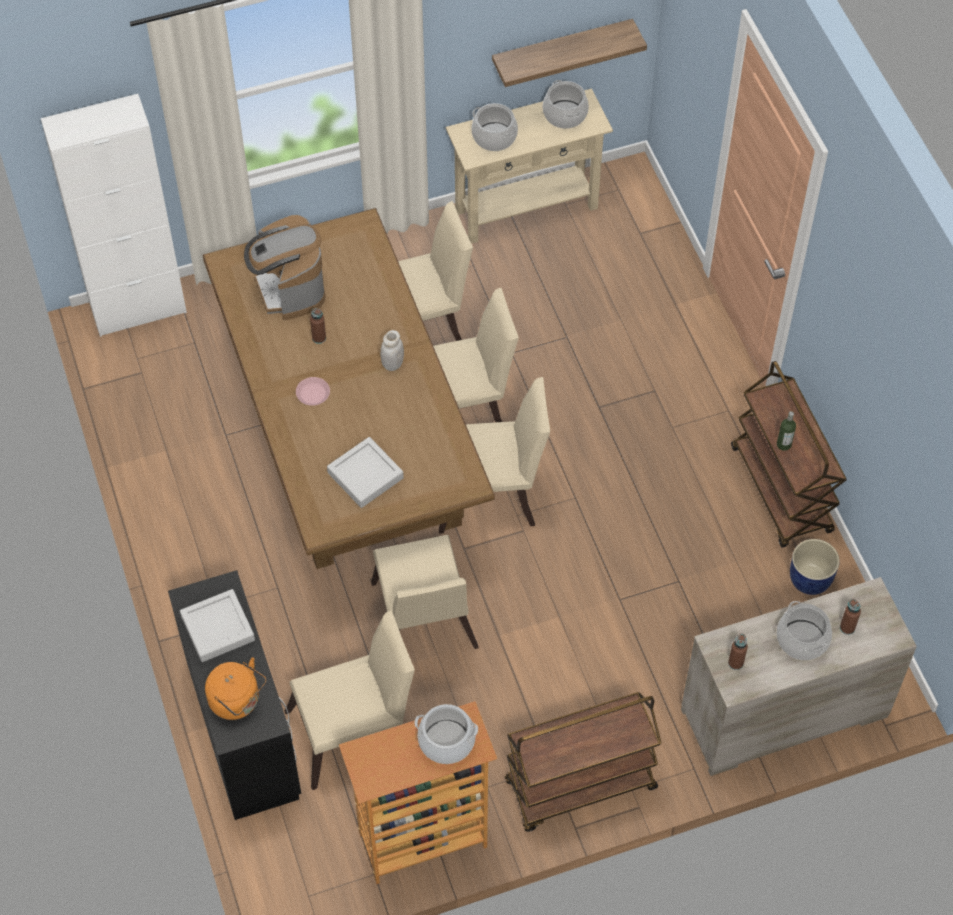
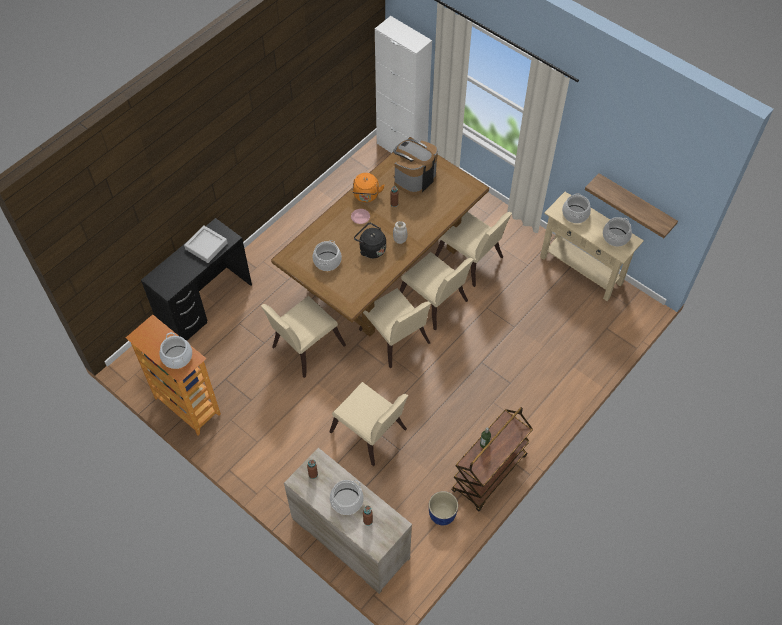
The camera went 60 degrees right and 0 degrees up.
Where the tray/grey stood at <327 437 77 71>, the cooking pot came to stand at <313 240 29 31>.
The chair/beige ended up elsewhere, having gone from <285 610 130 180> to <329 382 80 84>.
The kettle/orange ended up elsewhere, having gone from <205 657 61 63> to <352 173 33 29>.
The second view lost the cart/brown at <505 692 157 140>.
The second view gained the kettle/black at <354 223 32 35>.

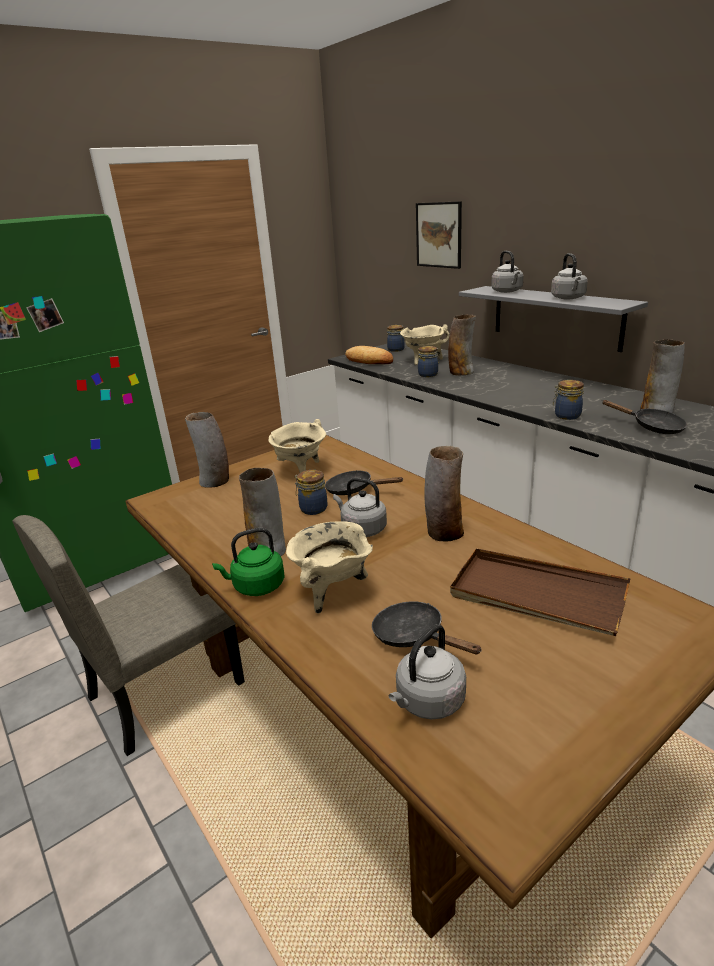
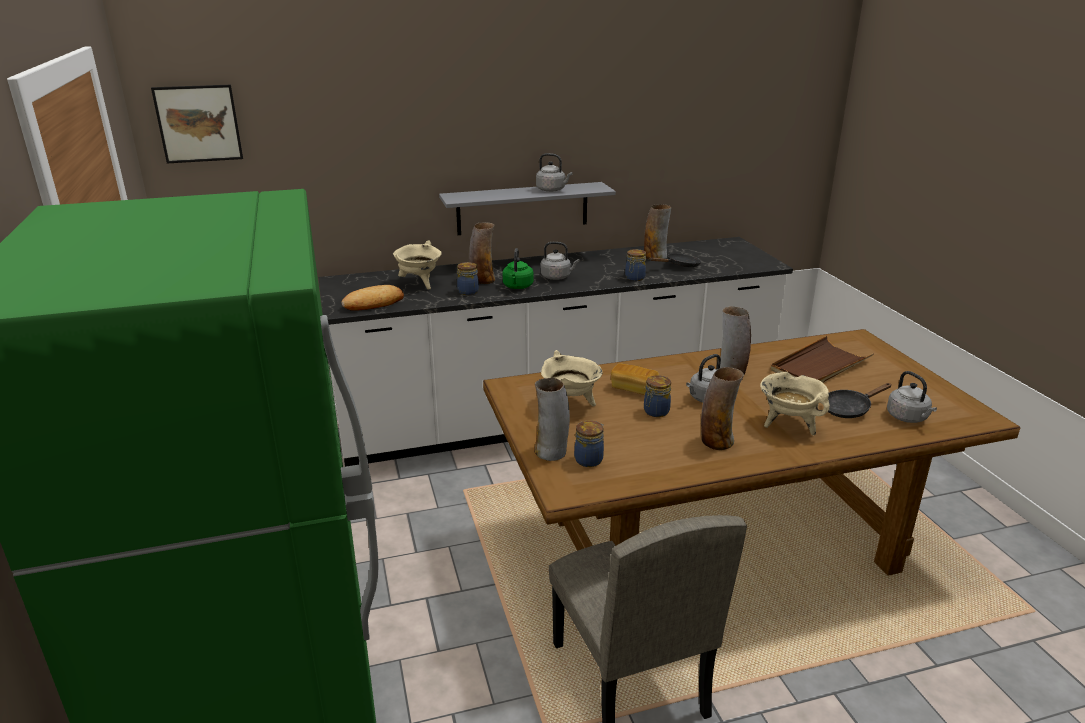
The camera went 70 degrees left and 0 degrees up.
The picture ended up elsewhere, having gone from <416 201 46 68> to <151 85 92 78>.
The kettle/grey ended up elsewhere, having gone from <491 251 32 42> to <541 242 38 38>.
The jar ended up elsewhere, having gone from <387 325 18 27> to <574 420 30 47>.
Where the frying pan/black stood at <325 470 79 25>, the bread came to stand at <611 363 48 32>.
The kettle/green ended up elsewhere, having gone from <212 528 73 68> to <503 248 31 41>.

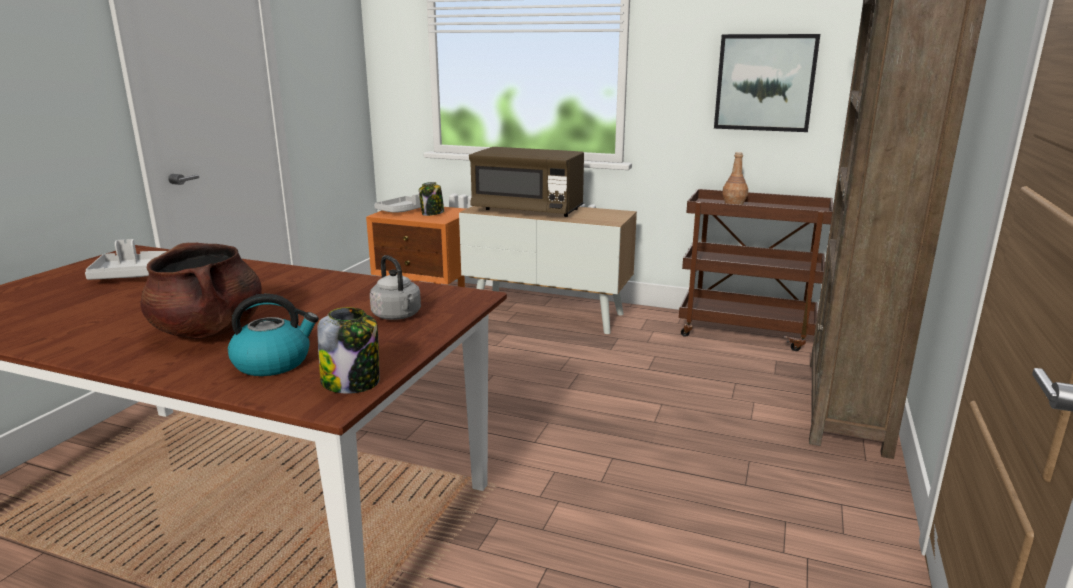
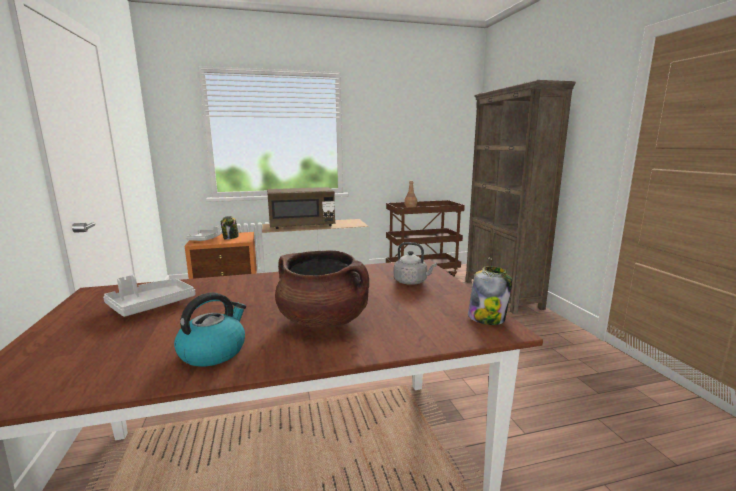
The camera went 35 degrees left and 5 degrees down.
The second view lost the picture at <714 34 106 98>.
The kettle ended up elsewhere, having gone from <228 294 91 82> to <174 292 72 75>.

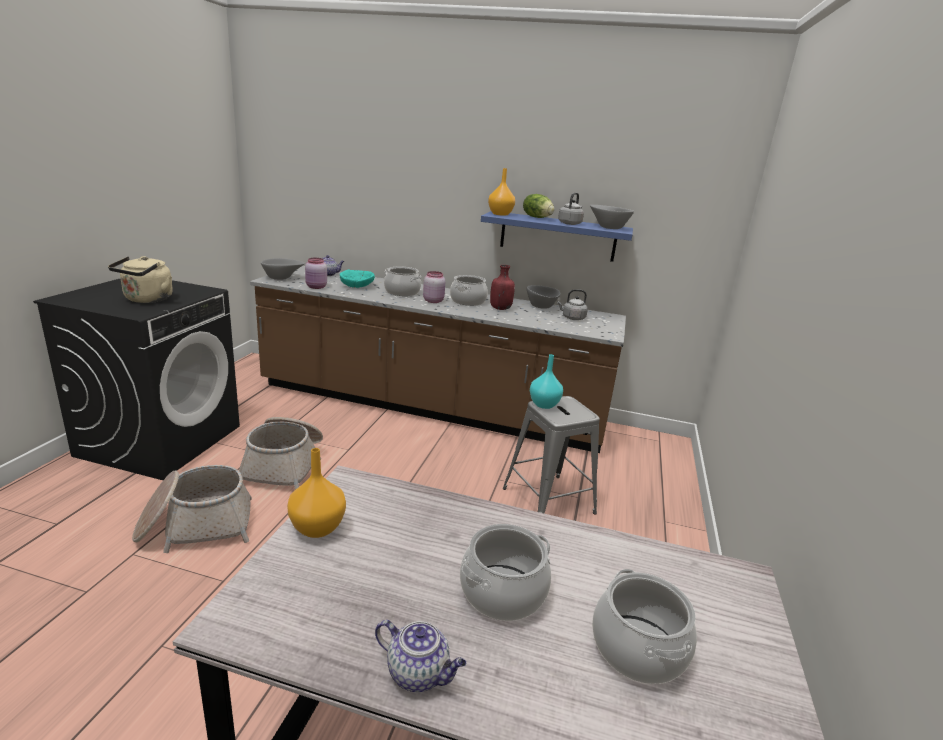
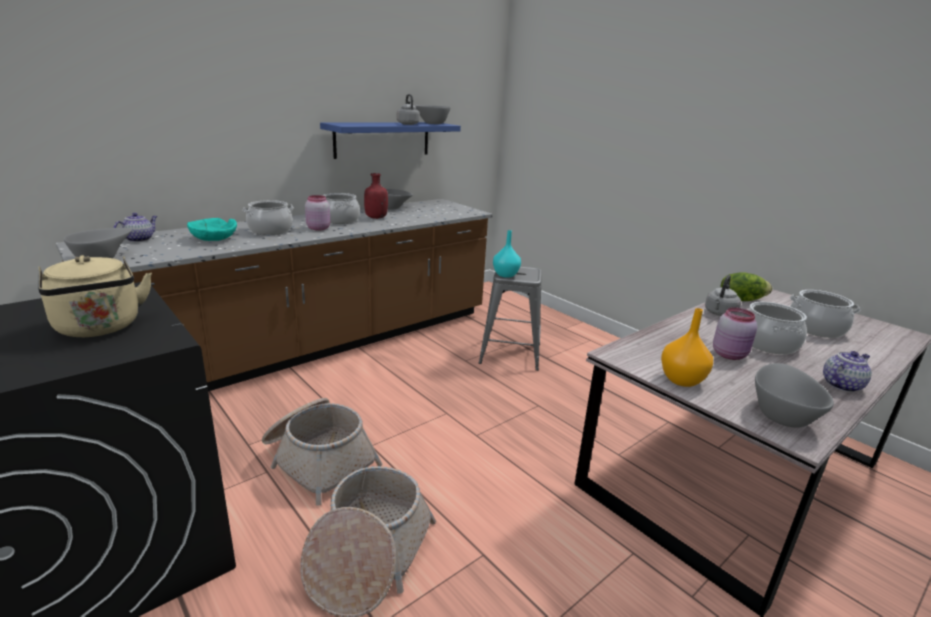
The camera went 55 degrees left and 0 degrees up.
The second view lost the vase/orange at <488 168 27 48>.
The lettuce ended up elsewhere, having gone from <523 194 32 24> to <720 272 52 29>.
The jar/pink ended up elsewhere, having gone from <305 258 22 31> to <713 307 44 53>.
The kettle/grey ended up elsewhere, having gone from <557 289 31 31> to <705 275 36 41>.
The second view gained the bowl/grey at <755 363 79 65>.

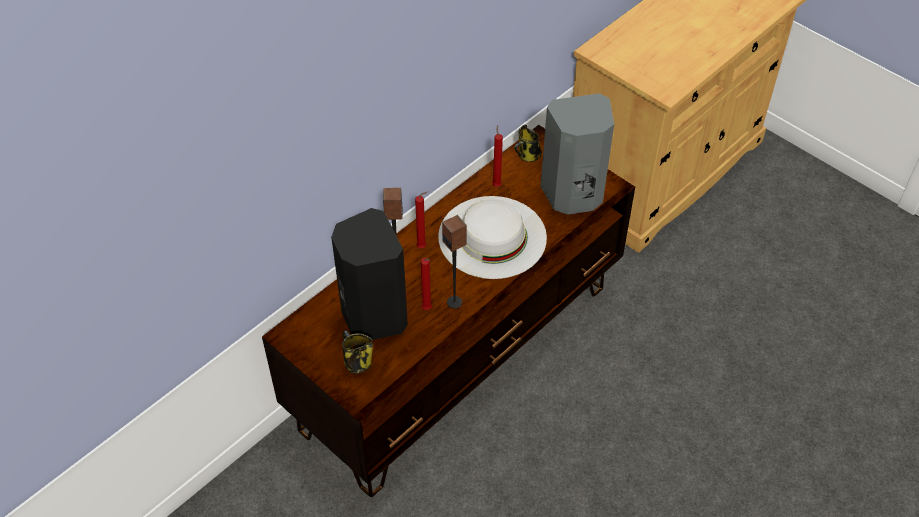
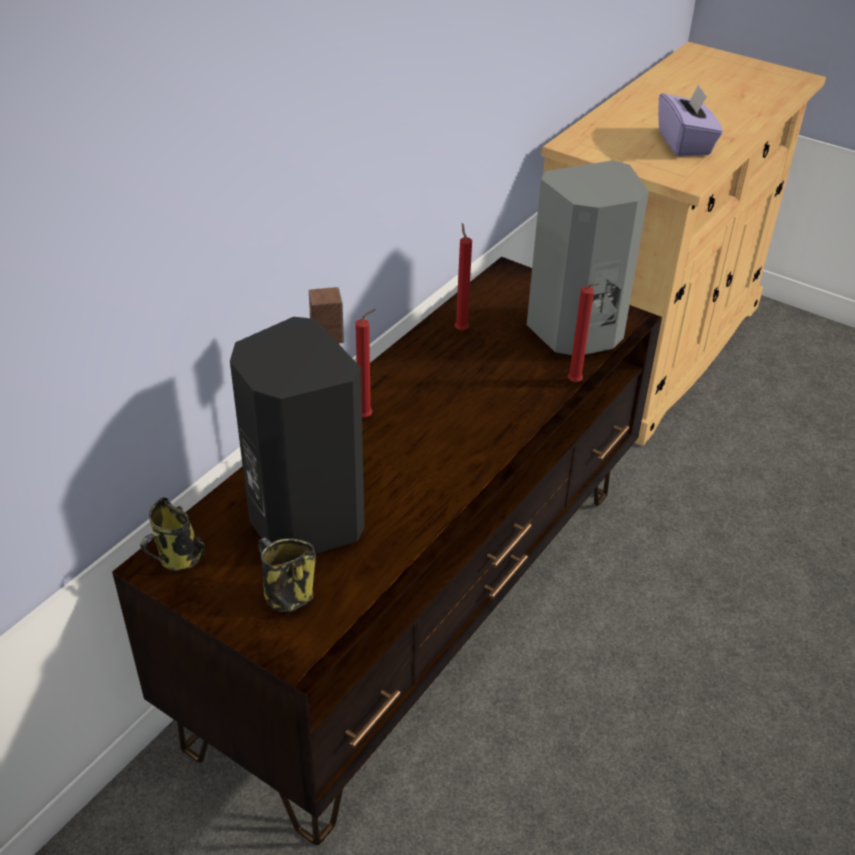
The camera went 10 degrees left and 10 degrees down.
The mug ended up elsewhere, having gone from <514 125 28 37> to <140 497 65 75>.
The second view lost the hat/white at <438 196 109 83>.
The second view lost the speaker at <442 215 25 93>.
The candle/red ended up elsewhere, having gone from <421 258 11 52> to <568 283 32 99>.
The second view gained the tissue box/purple at <658 84 65 73>.

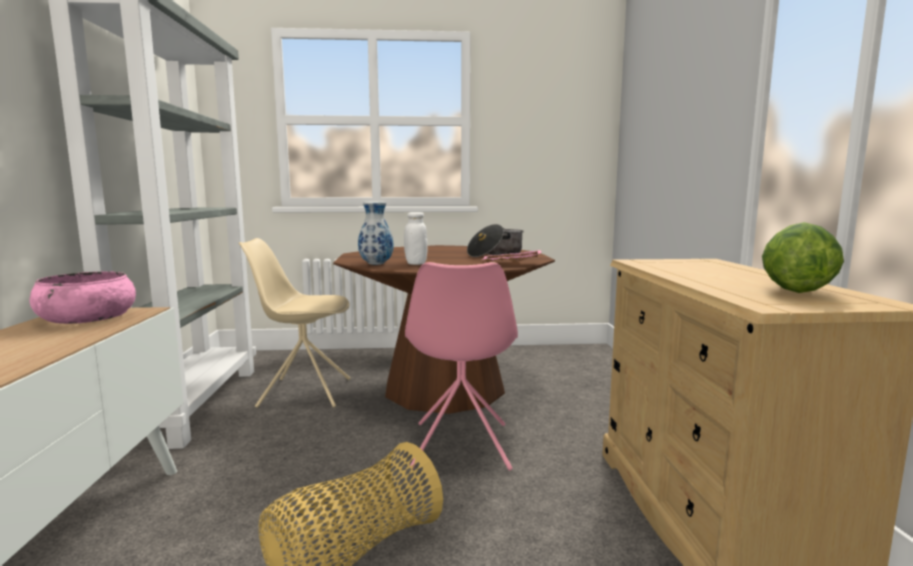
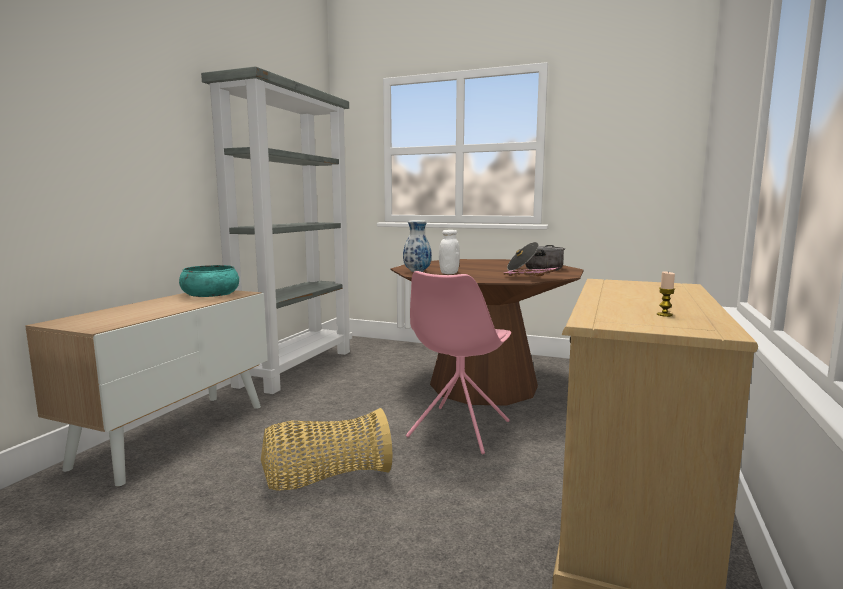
The camera went 25 degrees right and 0 degrees up.
Where the lettuce stood at <762 222 82 71>, the candle came to stand at <657 271 18 46>.
The second view lost the chair/beige at <238 238 112 170>.
What was the bowl/pink at <30 272 106 52> turned into the bowl/turquoise at <179 265 60 32>.

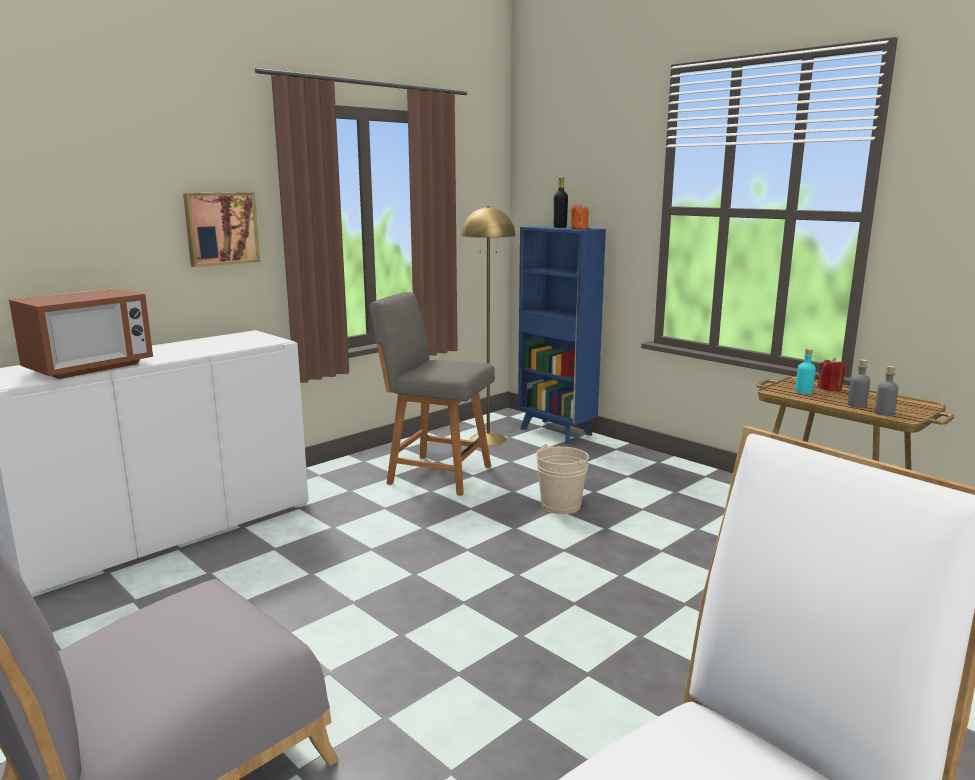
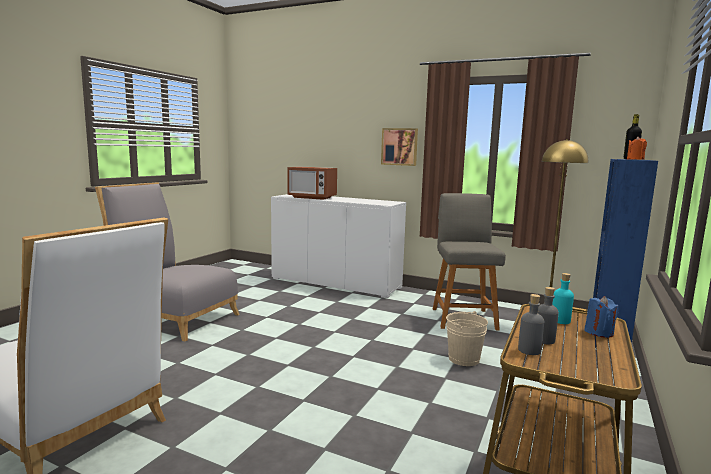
The camera went 70 degrees right and 5 degrees down.
What was the candle/red at <817 357 29 34> turned into the candle/blue at <584 296 34 42>.

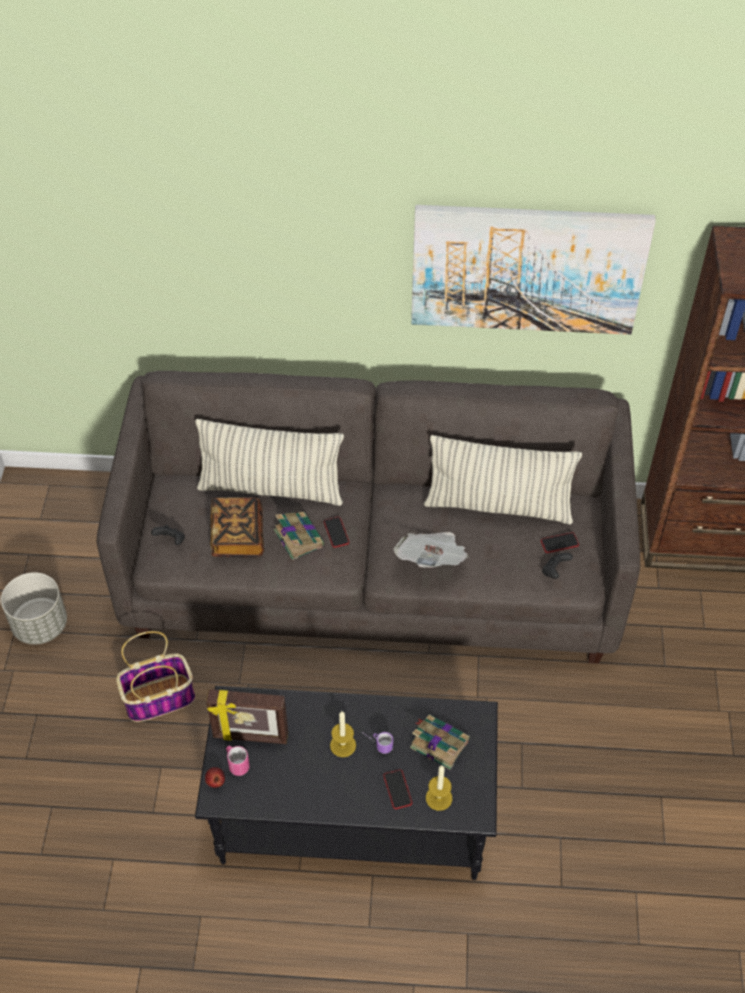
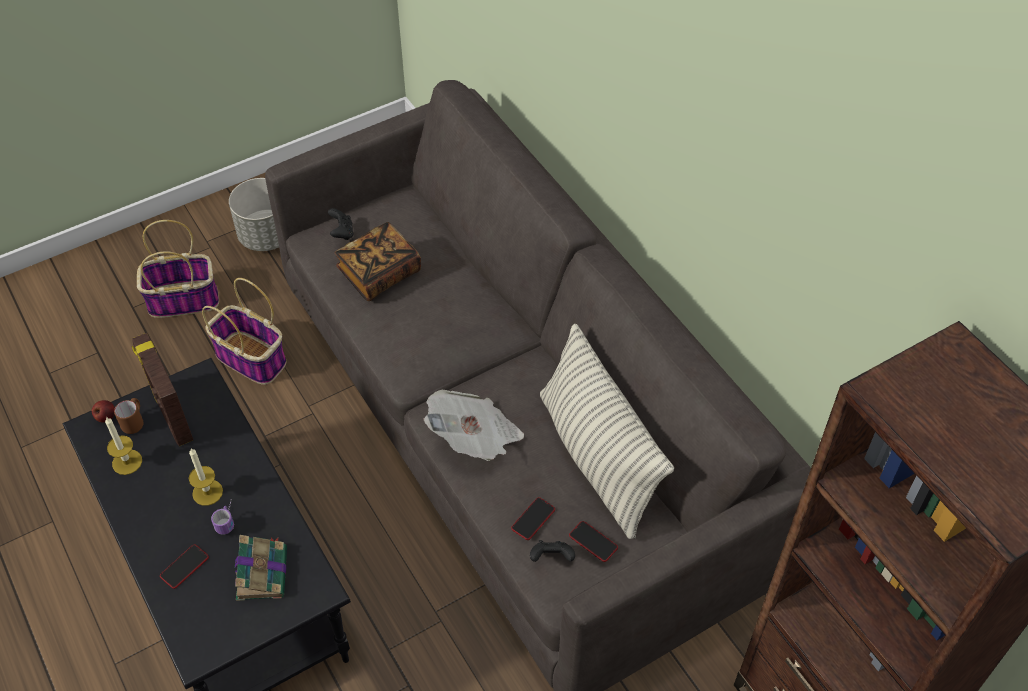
The camera went 55 degrees right and 0 degrees up.
The second view lost the picture at <411 205 245 130>.
The second view lost the pillow at <195 419 149 87>.
The second view lost the book at <274 512 50 48>.
The phone ended up elsewhere, having gone from <324 517 25 31> to <511 497 44 43>.
What was the mug/pink at <226 746 24 30> turned into the mug/brown at <114 398 29 36>.
The candle ended up elsewhere, having gone from <426 765 26 46> to <105 416 37 59>.
The second view gained the basket at <137 220 82 98>.

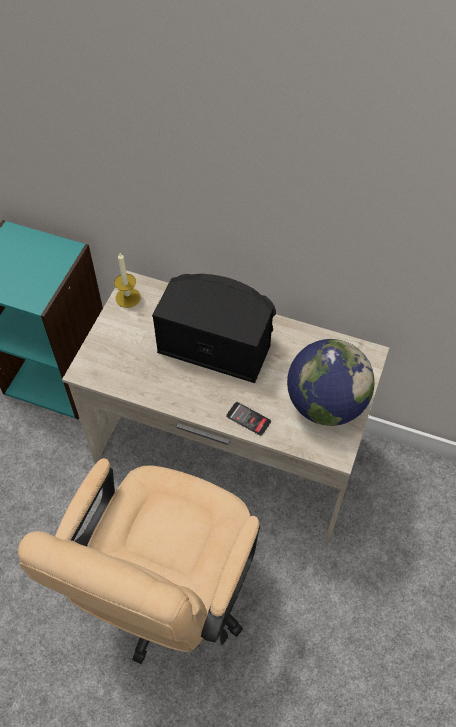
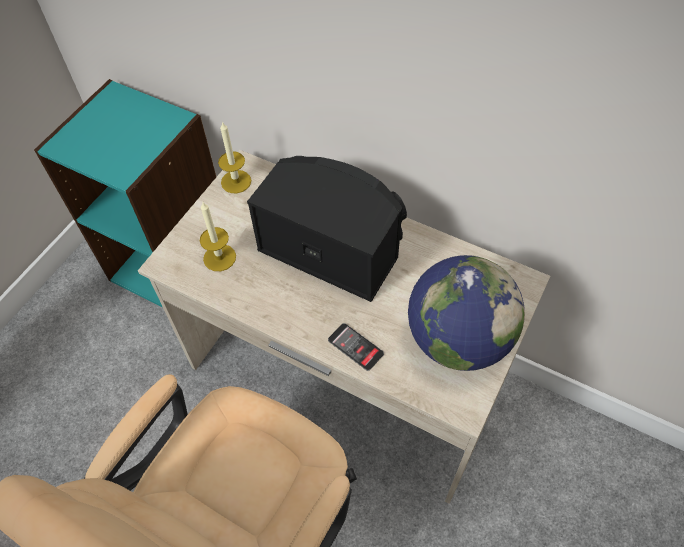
The camera went 10 degrees right and 0 degrees up.
The second view gained the candle at <200 202 36 69>.

